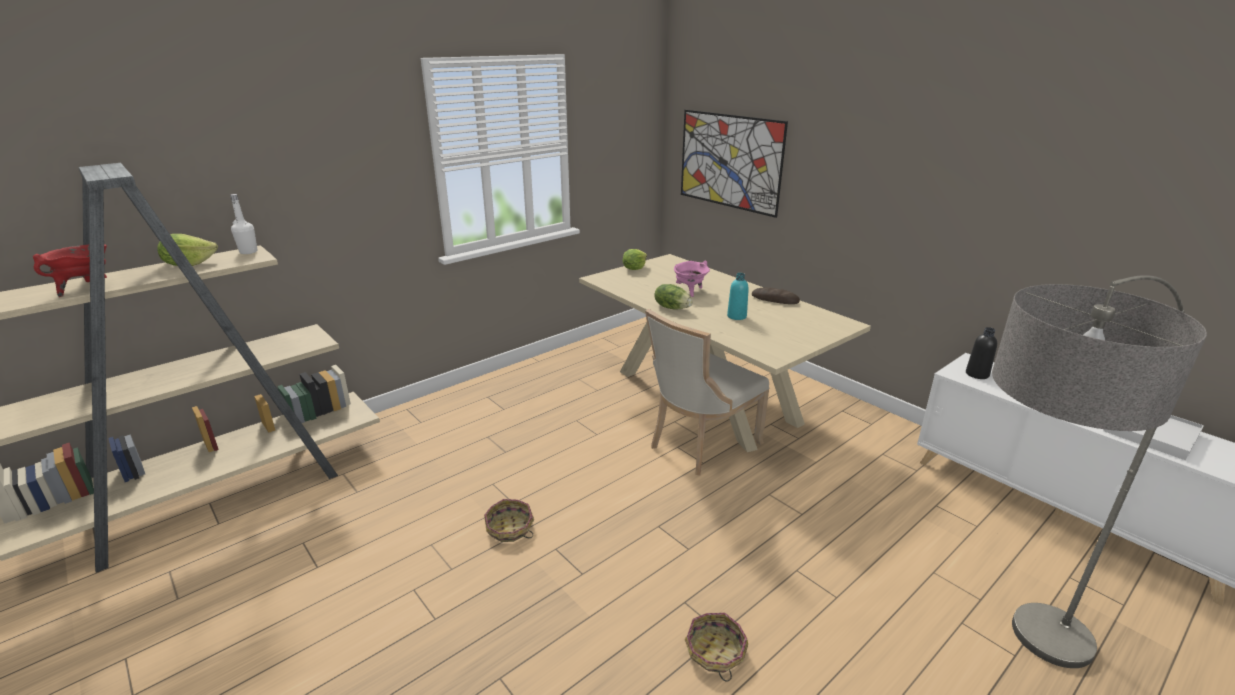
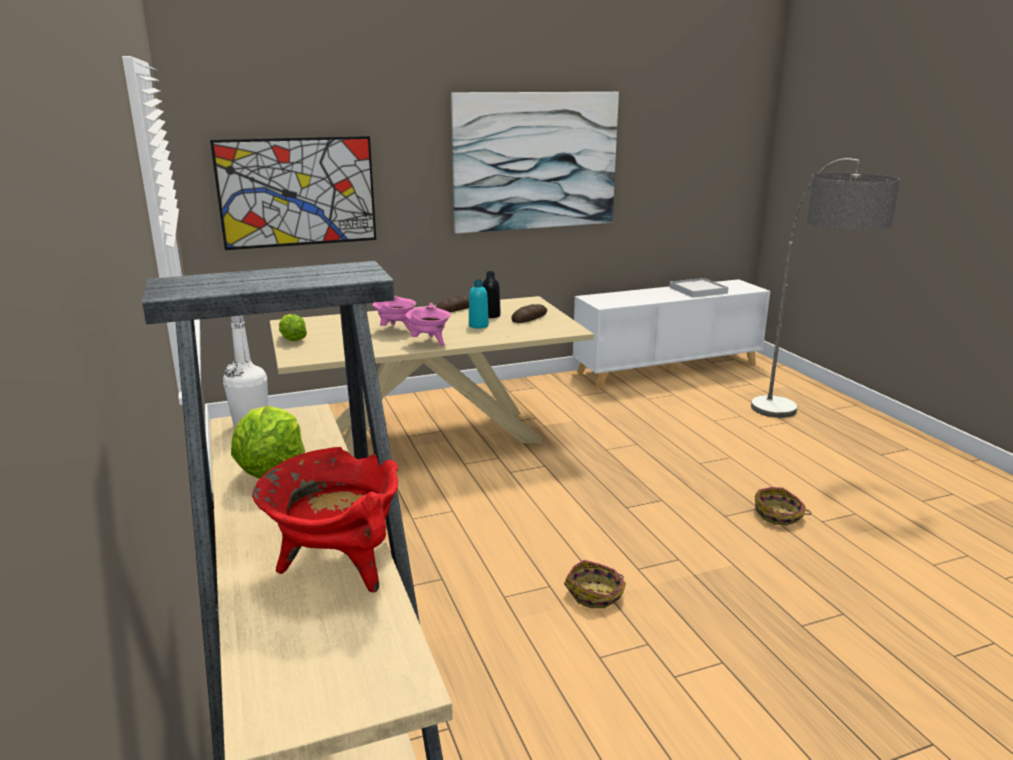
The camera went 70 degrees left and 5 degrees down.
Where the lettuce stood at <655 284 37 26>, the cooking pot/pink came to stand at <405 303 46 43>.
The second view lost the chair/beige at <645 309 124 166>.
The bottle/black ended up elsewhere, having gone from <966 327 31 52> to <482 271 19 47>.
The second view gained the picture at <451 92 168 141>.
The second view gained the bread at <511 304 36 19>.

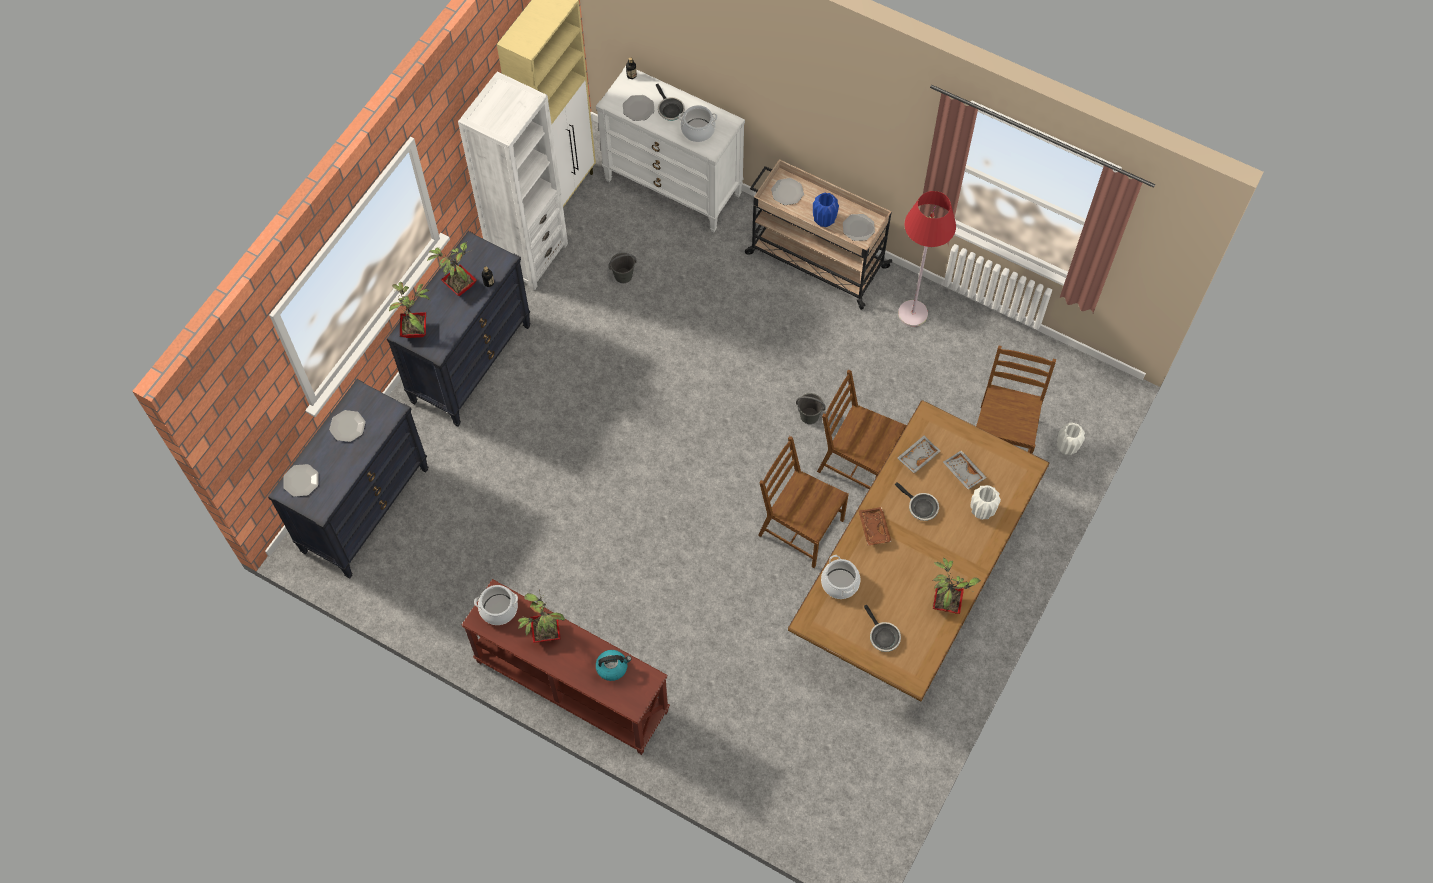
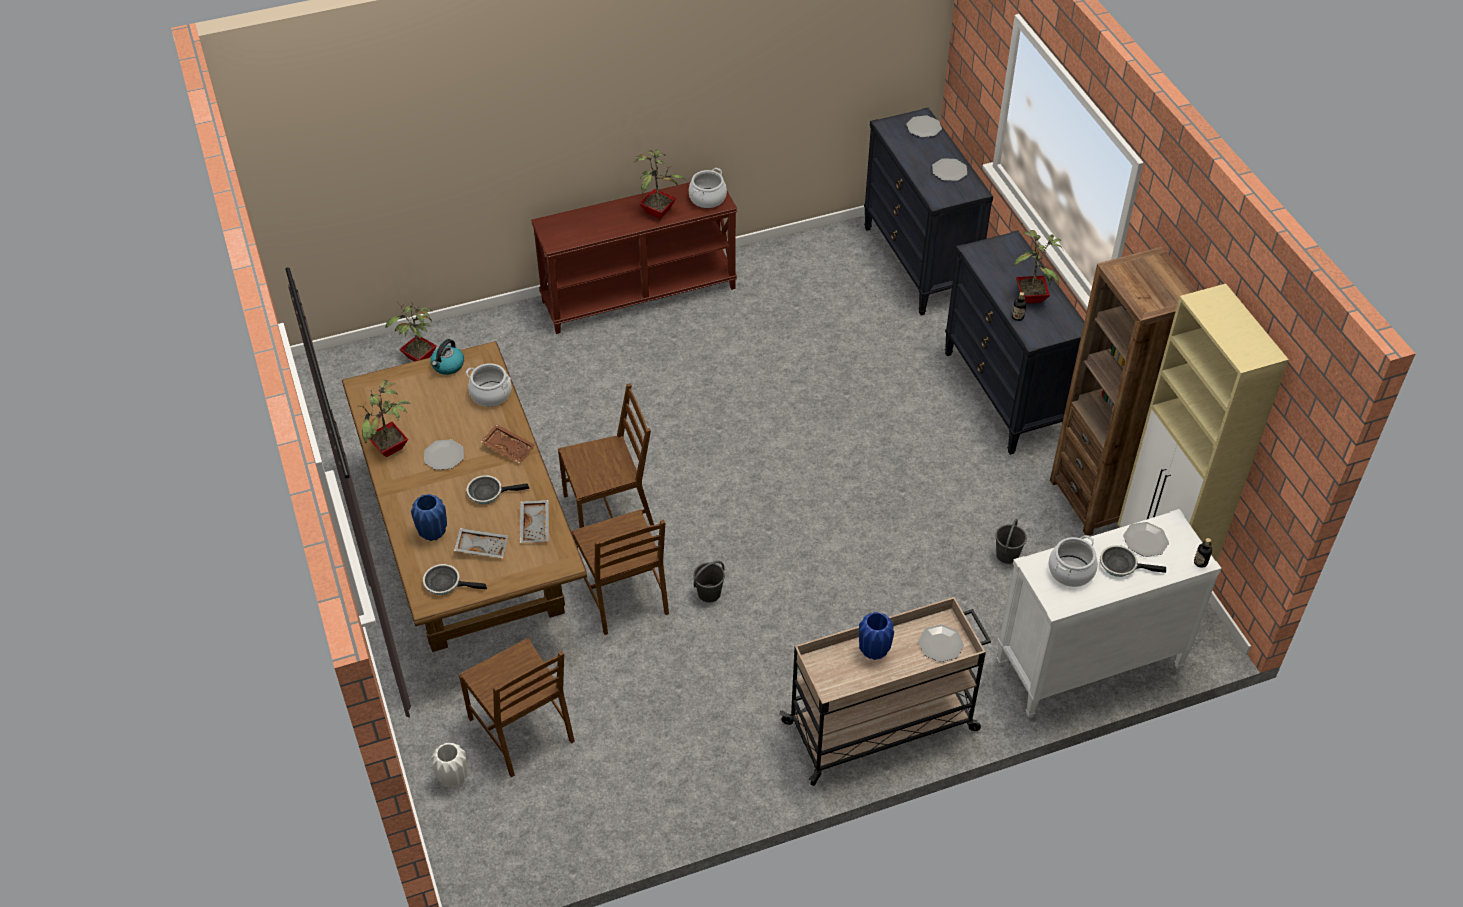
The camera went 130 degrees right and 15 degrees down.
What was the bookcase/white at <458 71 110 219> turned into the bookcase/brown at <1050 247 147 289>.
The second view lost the floor lamp/red at <898 191 58 136>.
The plate ended up elsewhere, having gone from <843 214 32 27> to <424 439 40 31>.
The potted plant ended up elsewhere, having gone from <389 282 41 56> to <386 302 51 60>.
The chair/brown at <817 370 89 119> ended up facing another way, 90 degrees clockwise from before.
What was the vase/white at <970 485 31 35> turned into the vase/blue at <411 494 36 47>.
The frying pan ended up elsewhere, having gone from <864 605 37 47> to <423 564 64 31>.
The kettle ended up elsewhere, having gone from <596 650 36 31> to <431 339 33 36>.

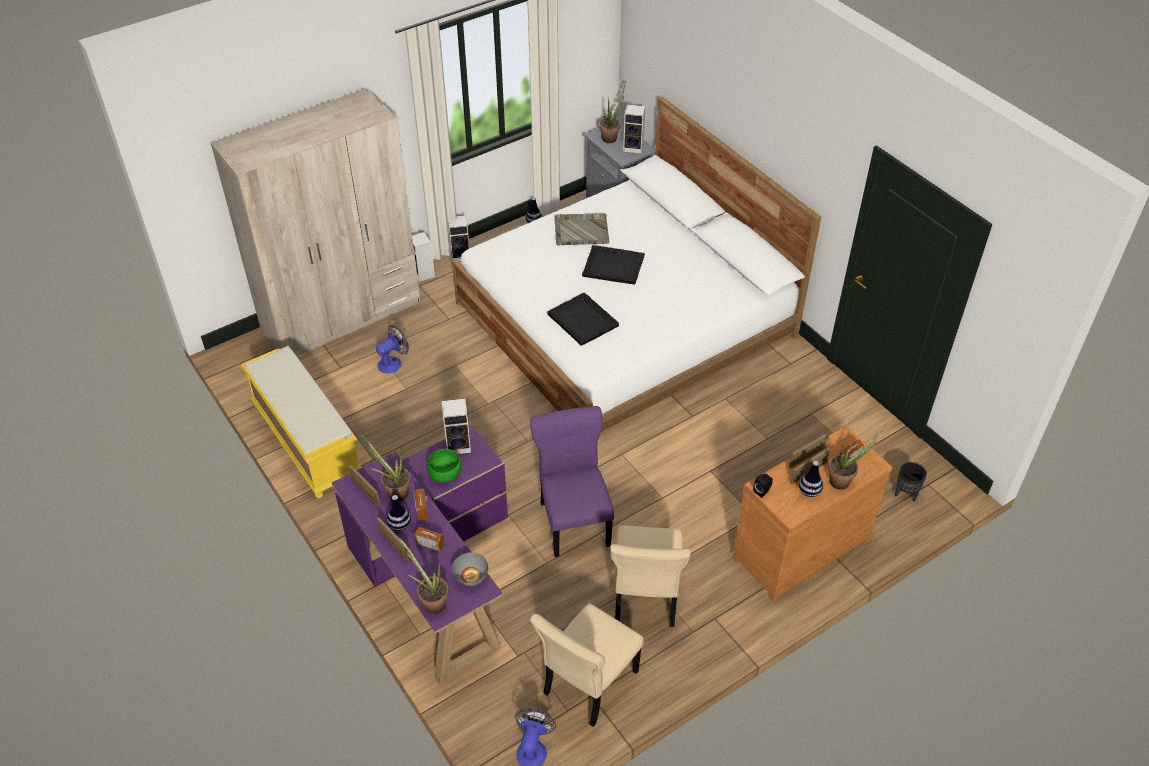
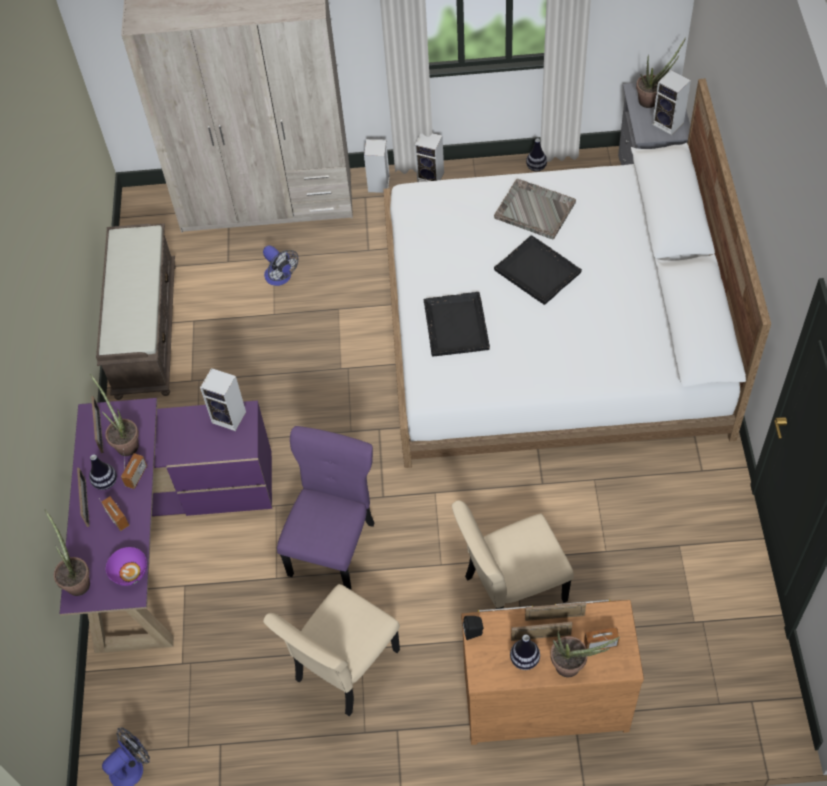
The camera went 35 degrees right and 10 degrees up.
The fan at <376 325 33 48> ended up facing another way, 60 degrees clockwise from before.
What was the bench/yellow at <241 346 121 152> turned into the bench/brown at <96 224 80 176>.
The second view lost the bowl/green at <427 449 35 33>.
The second view lost the planter/black at <895 462 32 40>.
What was the bowl/grey at <452 552 36 34> turned into the bowl/purple at <106 547 41 39>.
The chair/beige ended up elsewhere, having gone from <530 603 114 124> to <452 500 122 109>.

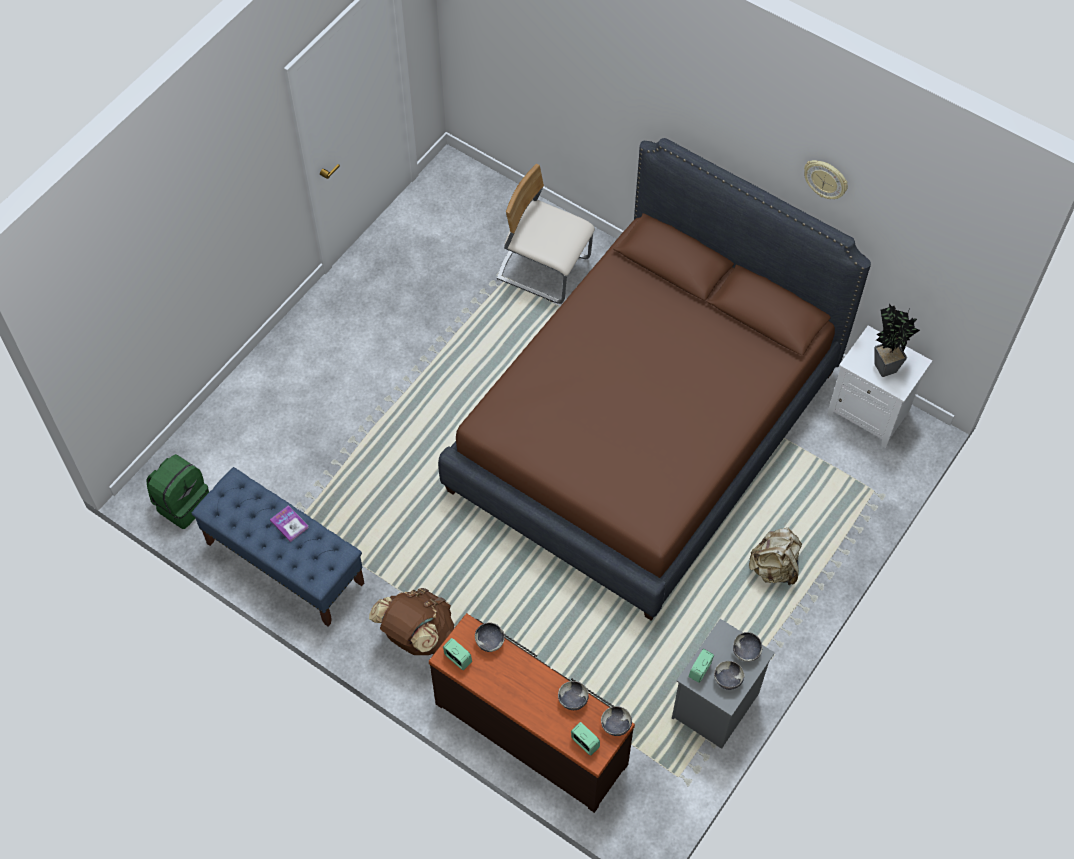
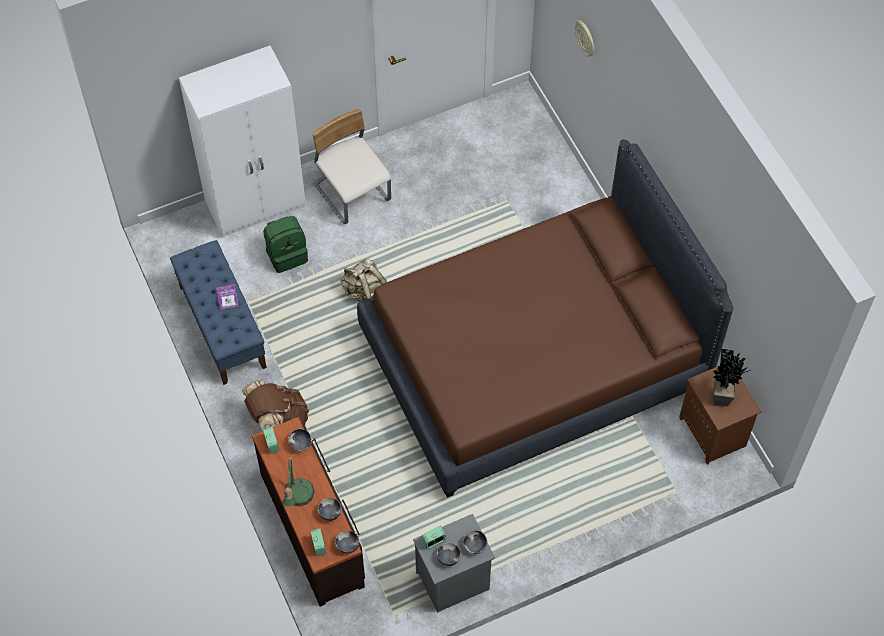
The camera went 30 degrees right and 0 degrees up.
The wall clock ended up elsewhere, having gone from <804 160 44 39> to <575 20 19 37>.
The chair/beige ended up elsewhere, having gone from <497 164 98 140> to <312 108 79 116>.
What was the nightstand/white at <827 326 105 122> turned into the nightstand/brown at <679 366 83 99>.
The backpack/green ended up elsewhere, having gone from <146 454 63 75> to <263 216 45 57>.
The backpack/beige ended up elsewhere, having gone from <749 528 53 57> to <340 259 47 42>.
The second view gained the wardrobe/white at <179 46 127 192>.
The second view gained the table lamp at <282 455 33 51>.

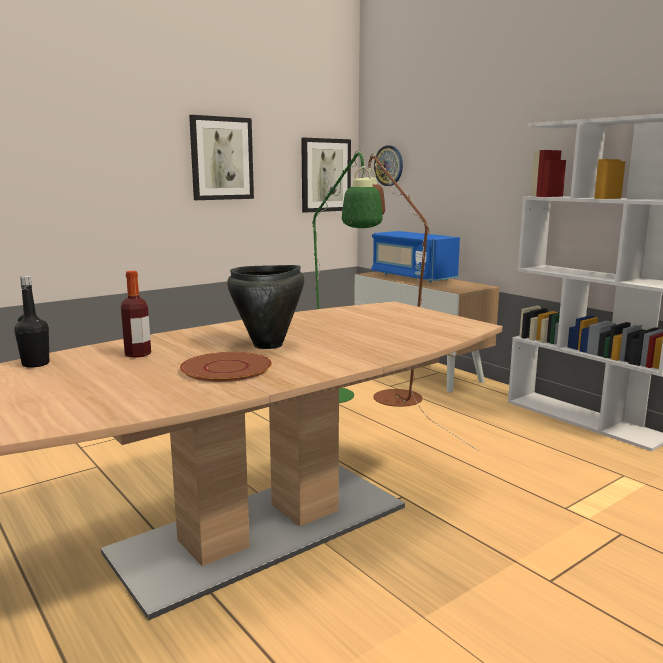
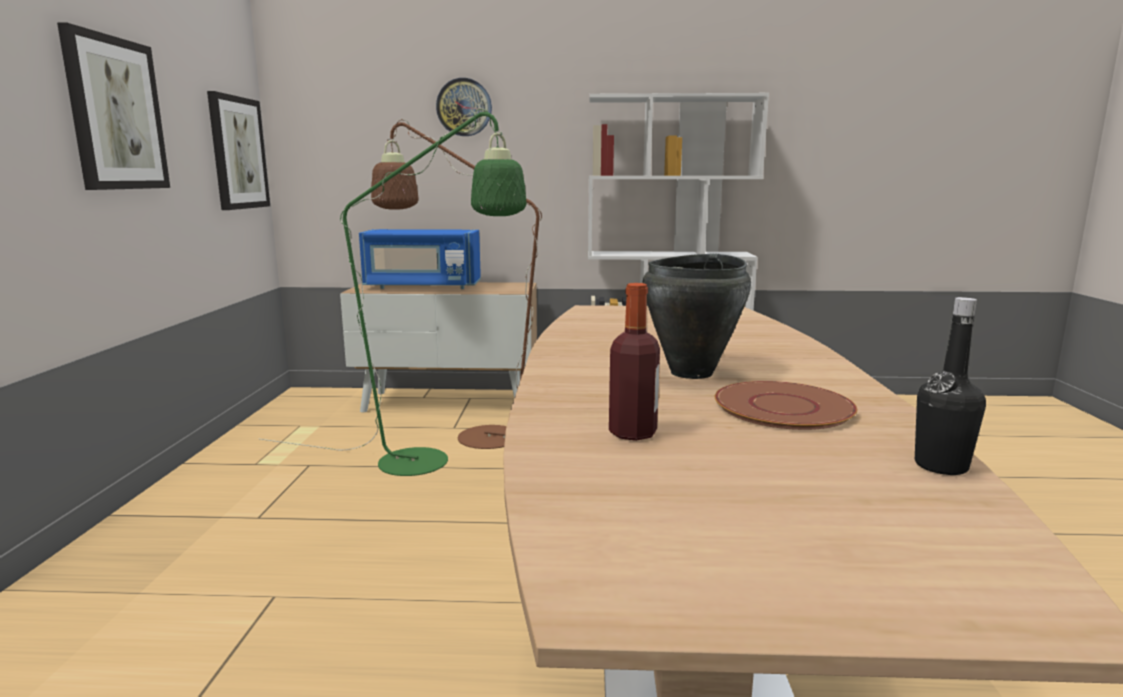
The camera went 50 degrees left and 0 degrees up.
The wall clock ended up elsewhere, having gone from <374 145 29 41> to <436 78 56 58>.
The bottle/black ended up elsewhere, having gone from <14 276 35 92> to <915 297 71 178>.

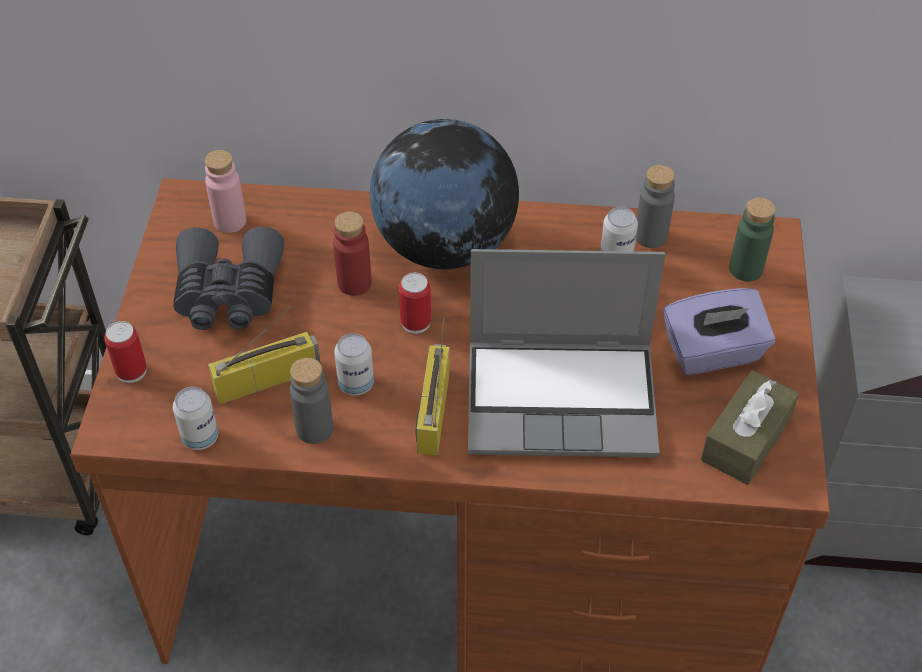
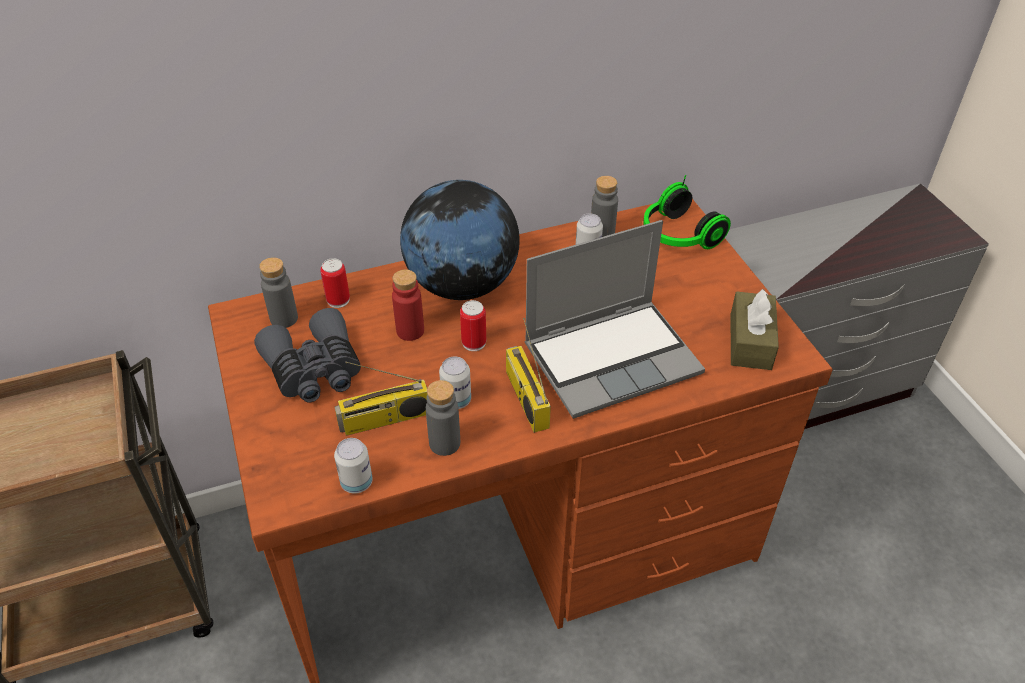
The camera went 25 degrees left and 5 degrees down.
What was the bottle/pink at <205 150 41 83> turned into the bottle/grey at <259 257 39 71>.
Where the bottle/green stood at <729 197 47 84>, the headphones came to stand at <643 175 88 74>.
The second view lost the tissue box/purple at <663 288 112 87>.
The radio at <208 306 113 98> ended up facing another way, 150 degrees counterclockwise from before.
The can ended up elsewhere, having gone from <104 321 43 62> to <320 258 30 50>.

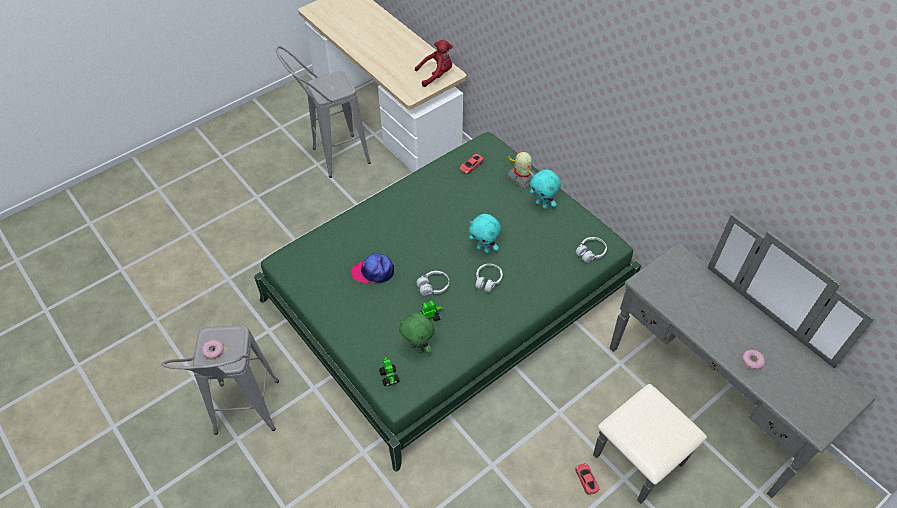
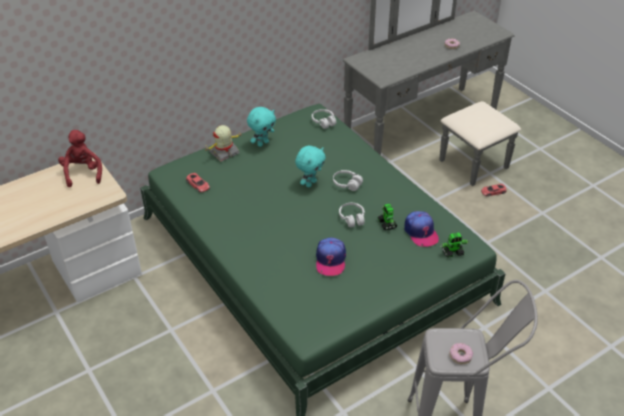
The camera went 85 degrees left and 10 degrees down.
The second view lost the stool/grey at <276 46 95 132>.
Where the plush toy/green stood at <399 313 36 41>, the cap came to stand at <404 211 35 36>.

